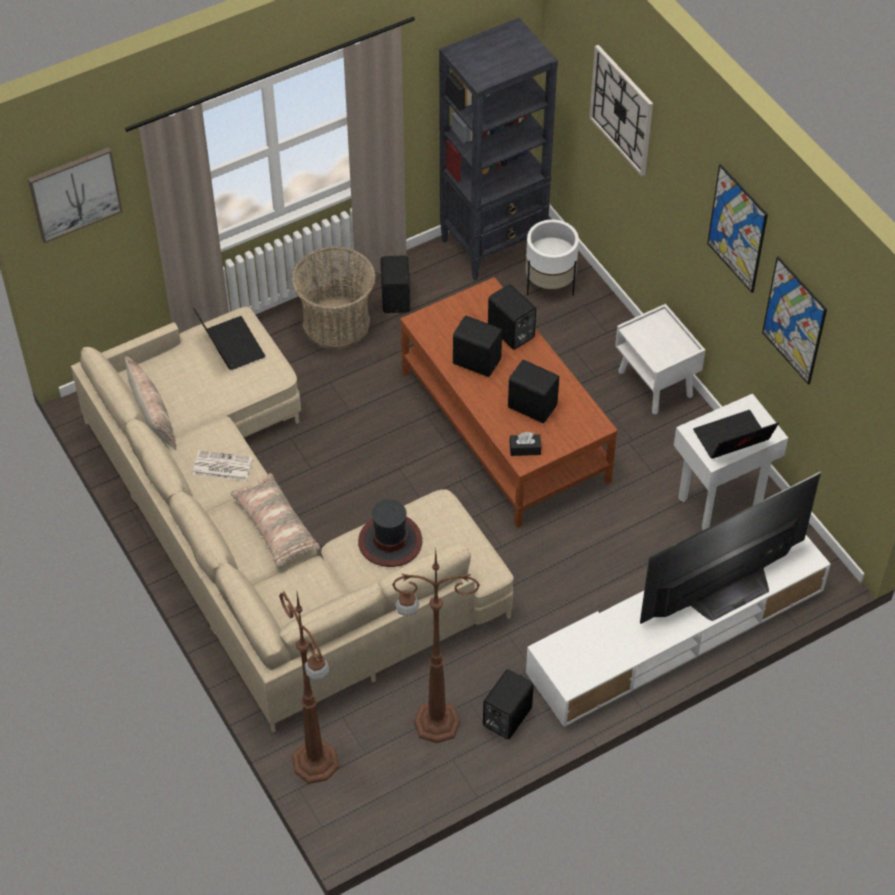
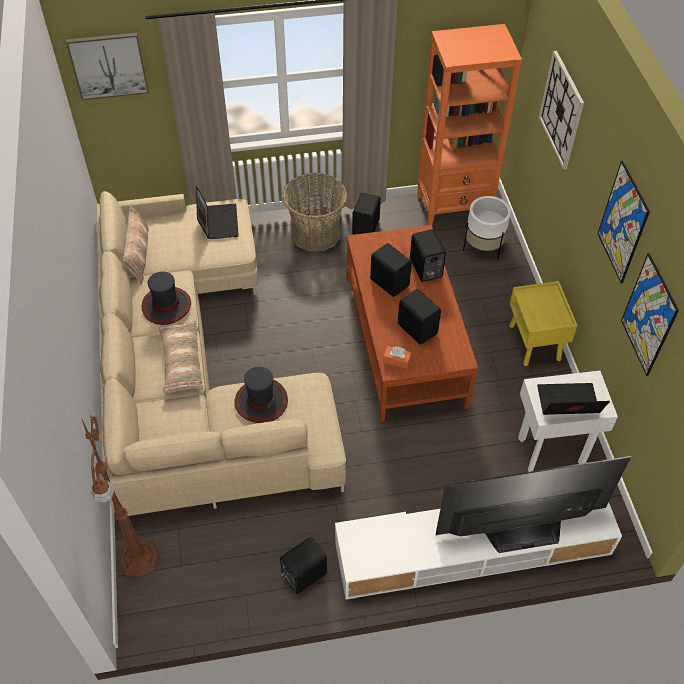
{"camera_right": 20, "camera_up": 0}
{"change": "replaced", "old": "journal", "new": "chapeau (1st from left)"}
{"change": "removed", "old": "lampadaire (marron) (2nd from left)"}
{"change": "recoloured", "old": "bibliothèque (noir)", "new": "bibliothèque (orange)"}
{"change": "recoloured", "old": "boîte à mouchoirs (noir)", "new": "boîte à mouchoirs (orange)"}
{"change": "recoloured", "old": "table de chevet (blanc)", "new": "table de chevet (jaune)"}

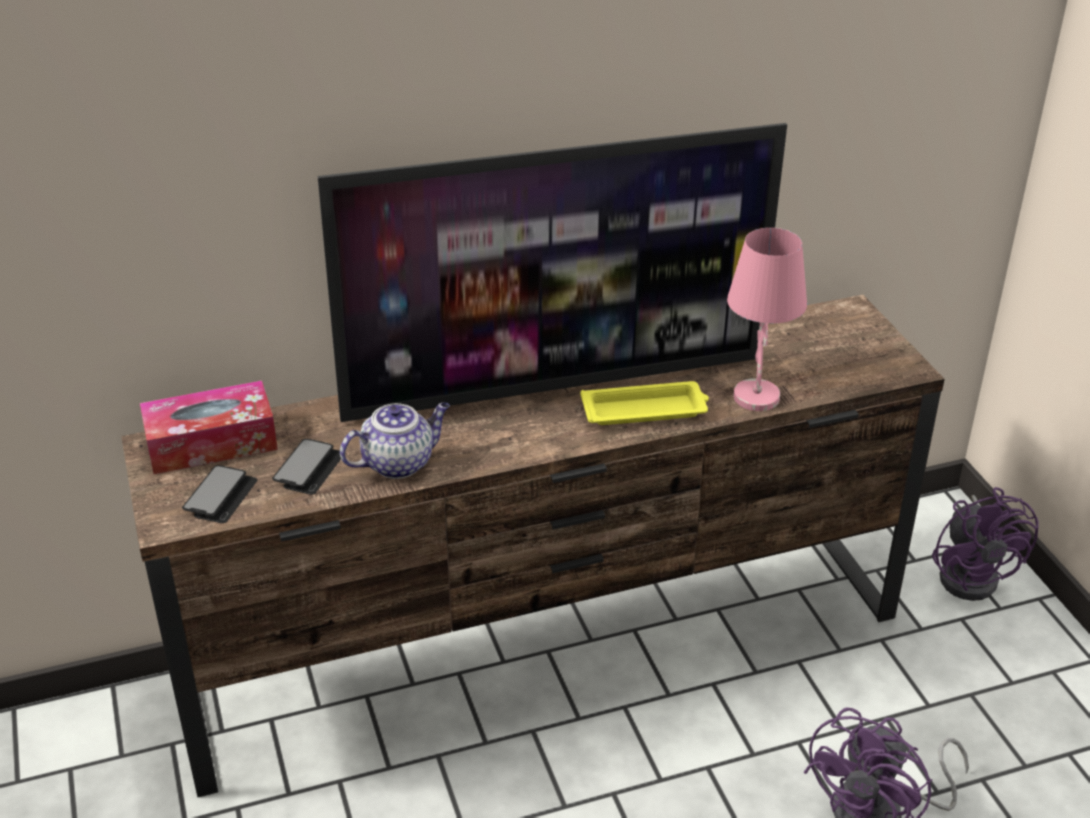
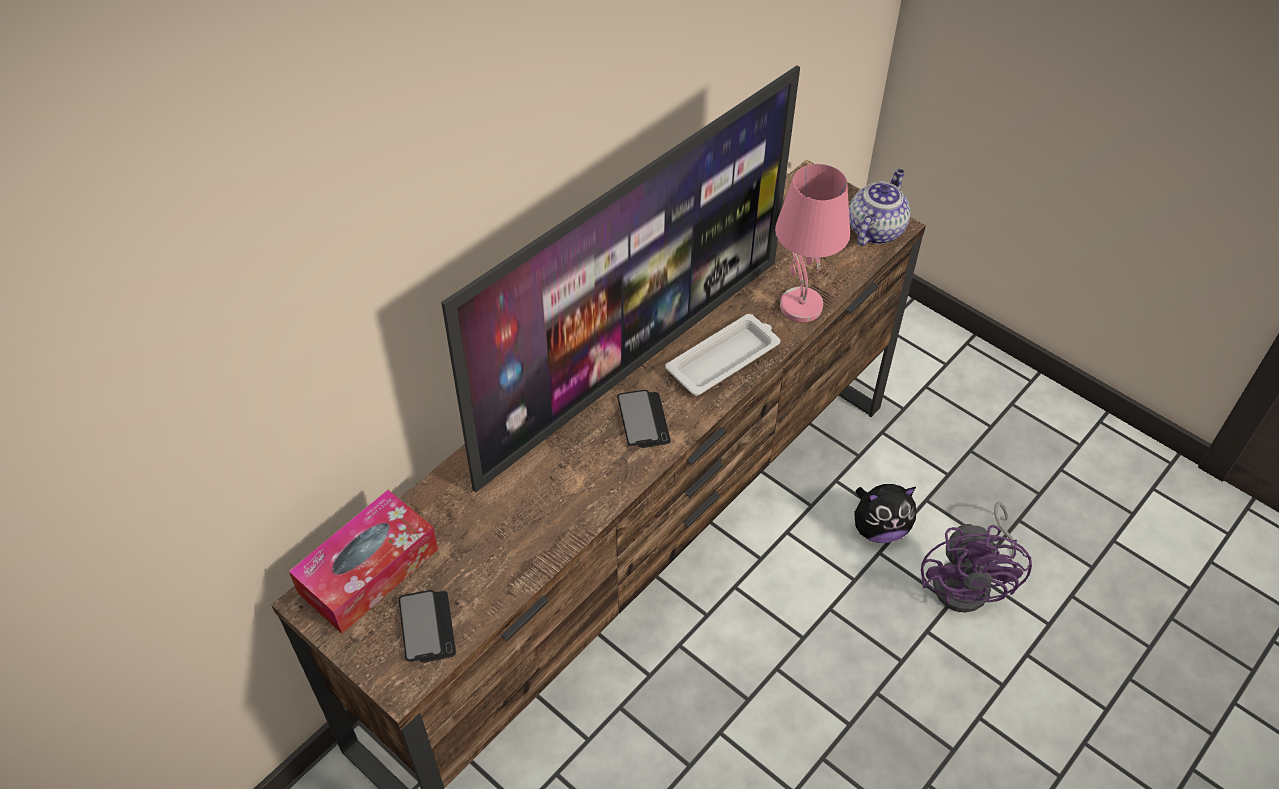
{"camera_right": -30, "camera_up": 15}
{"change": "moved", "old": "téléphone (2nd from left)"}
{"change": "moved", "old": "théière"}
{"change": "recoloured", "old": "plateau (jaune)", "new": "plateau (blanc)"}
{"change": "removed", "old": "ventilateur (violet) (2nd from left)"}
{"change": "added", "new": "peluche"}

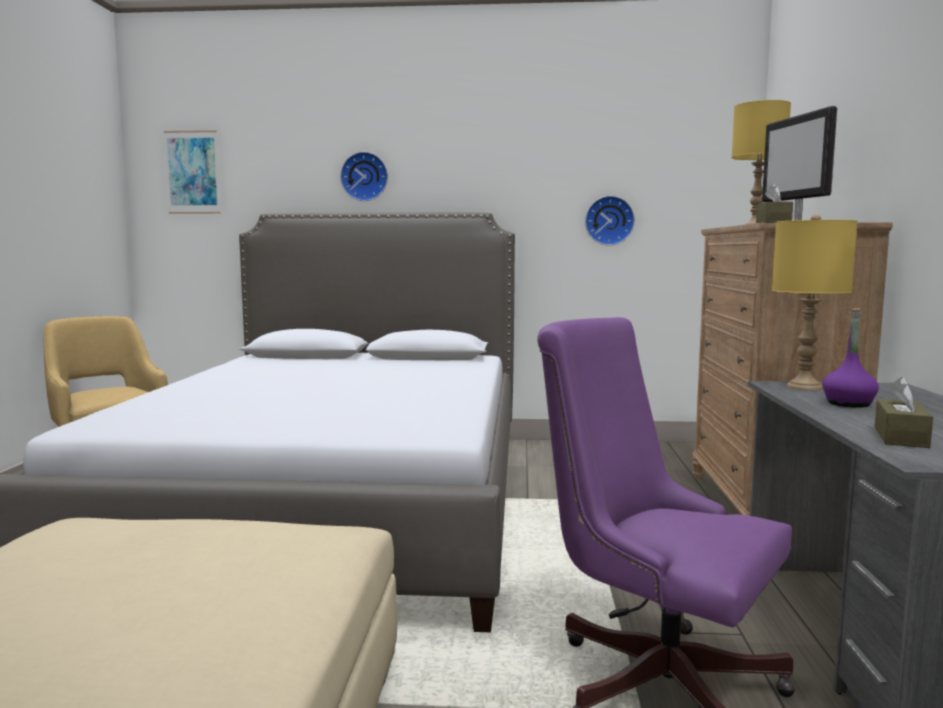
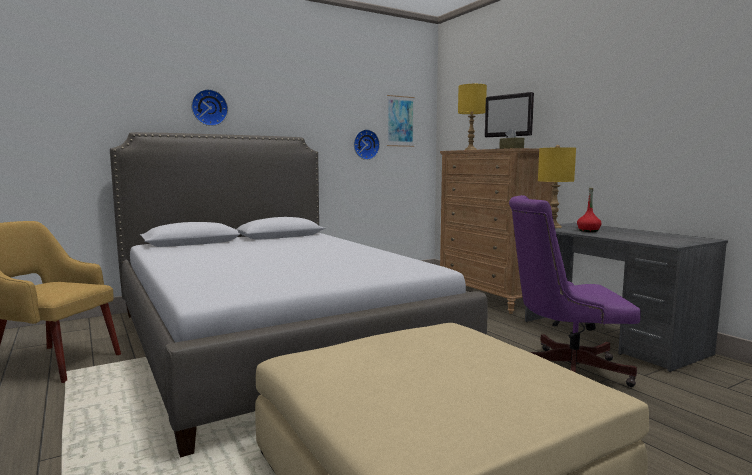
{"camera_right": -35, "camera_up": 0}
{"change": "moved", "old": "tableau"}
{"change": "recoloured", "old": "bouteille (violet)", "new": "bouteille (rouge)"}
{"change": "removed", "old": "boîte à mouchoirs (marron) (2nd from left)"}

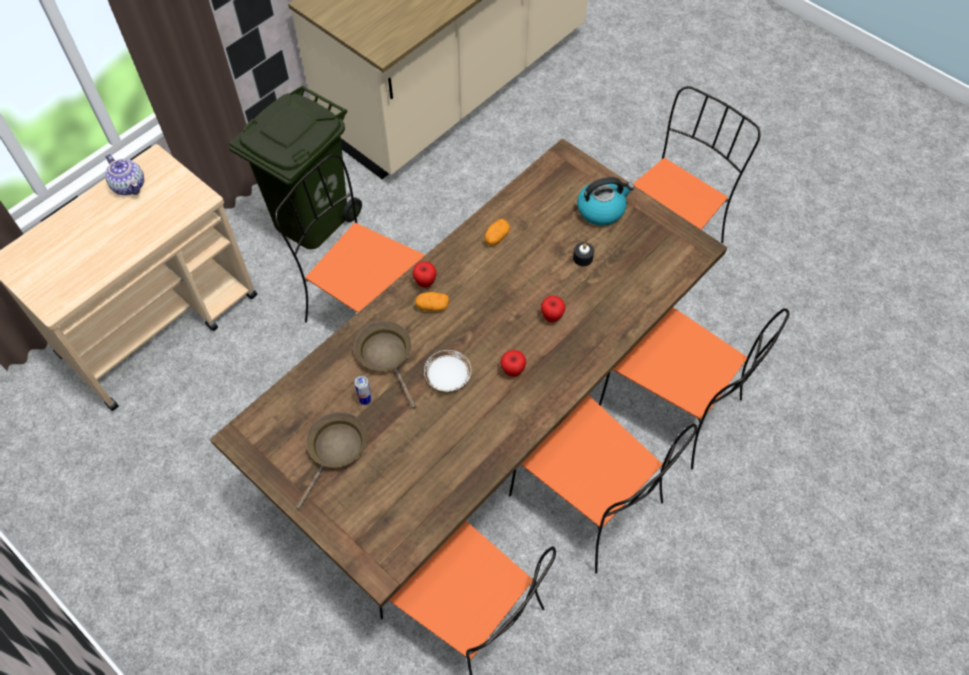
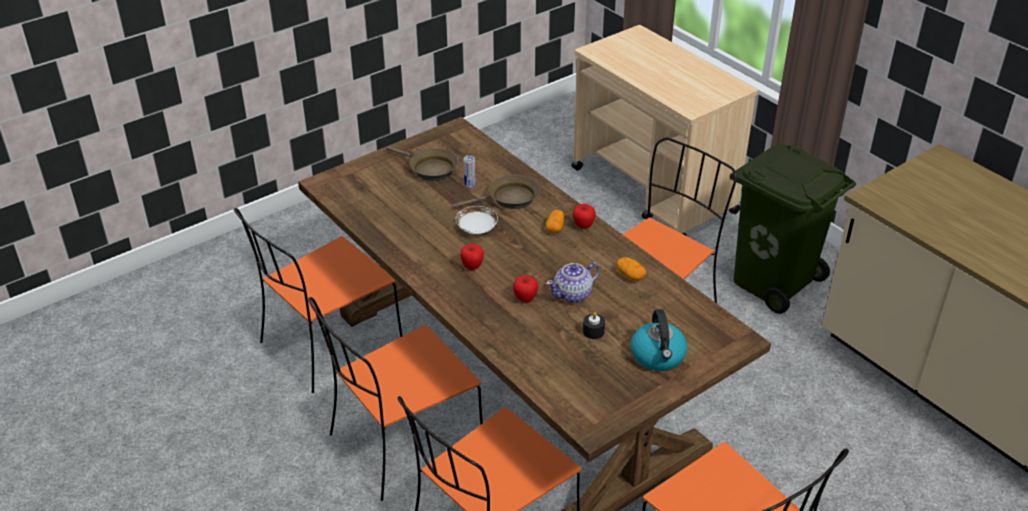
{"camera_right": 100, "camera_up": -20}
{"change": "moved", "old": "théière"}

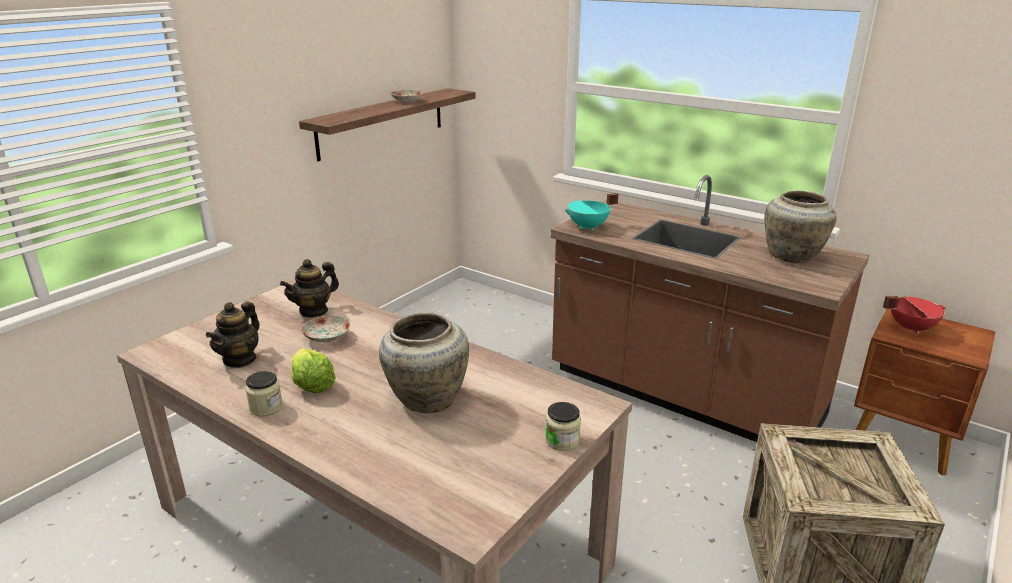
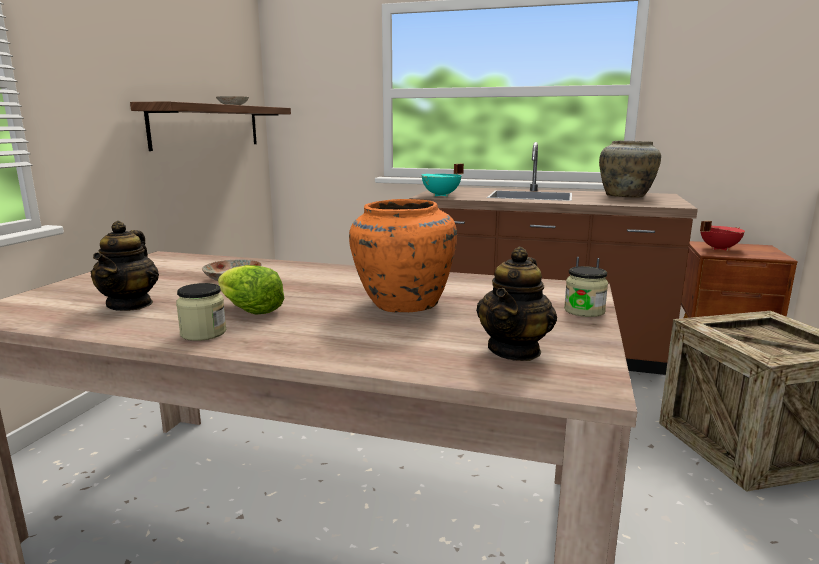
{"camera_right": -20, "camera_up": -10}
{"change": "moved", "old": "théière (2nd from left)"}
{"change": "recoloured", "old": "vase (beige) (1st from left)", "new": "vase (orange)"}

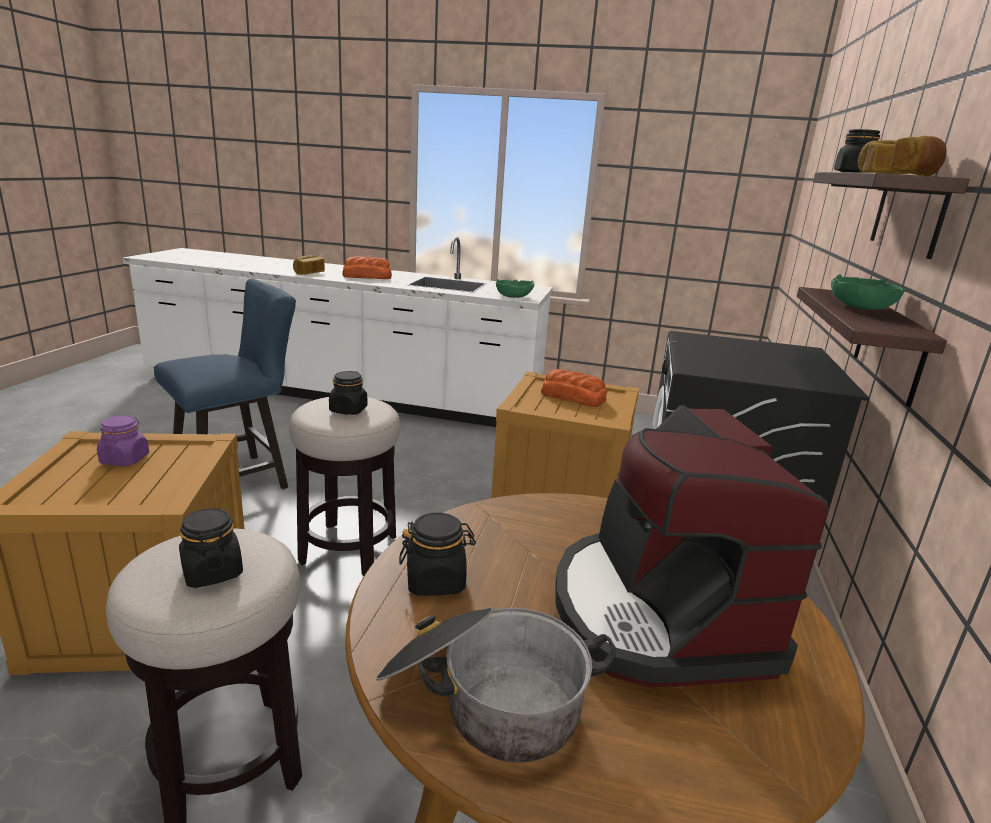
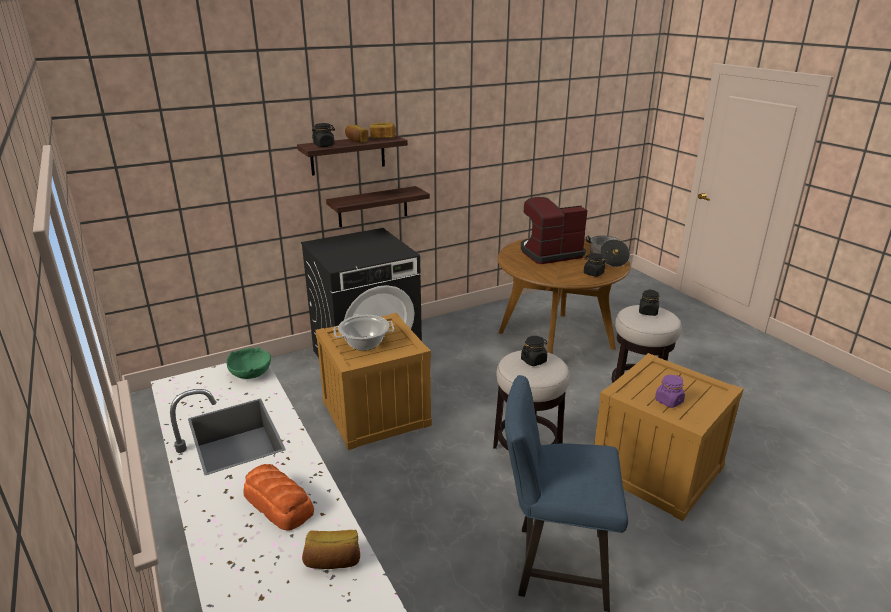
{"camera_right": -130, "camera_up": 5}
{"change": "replaced", "old": "pain (3rd from left)", "new": "marmite (1st from left)"}
{"change": "turned", "old": "machine à café", "degrees": -150}
{"change": "removed", "old": "bol (vert) (2nd from left)"}

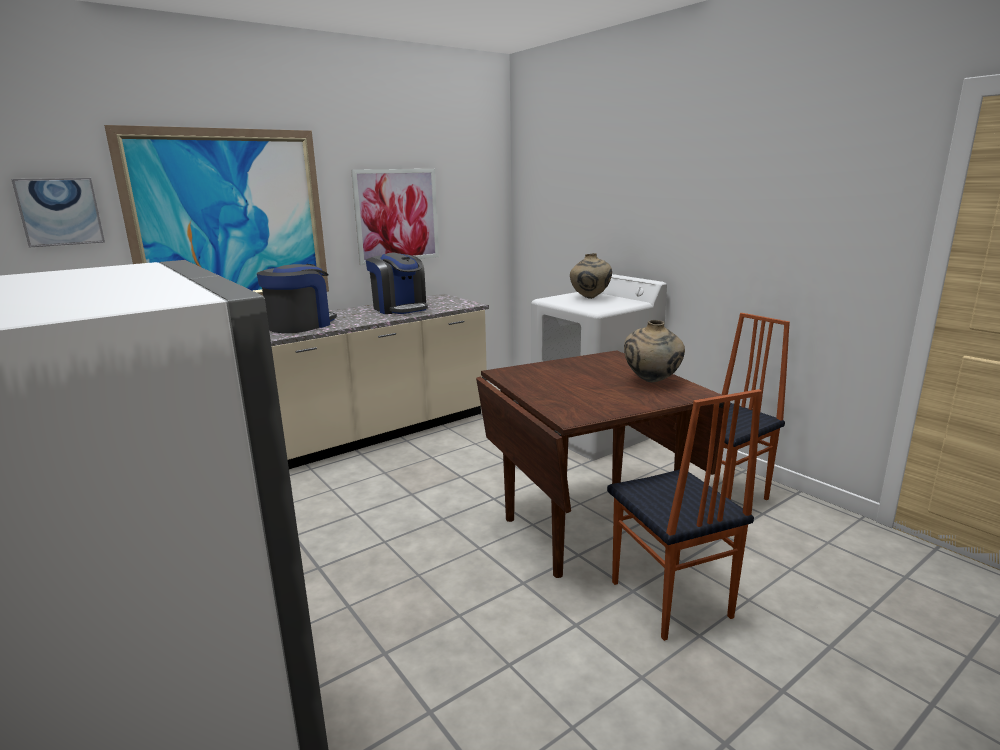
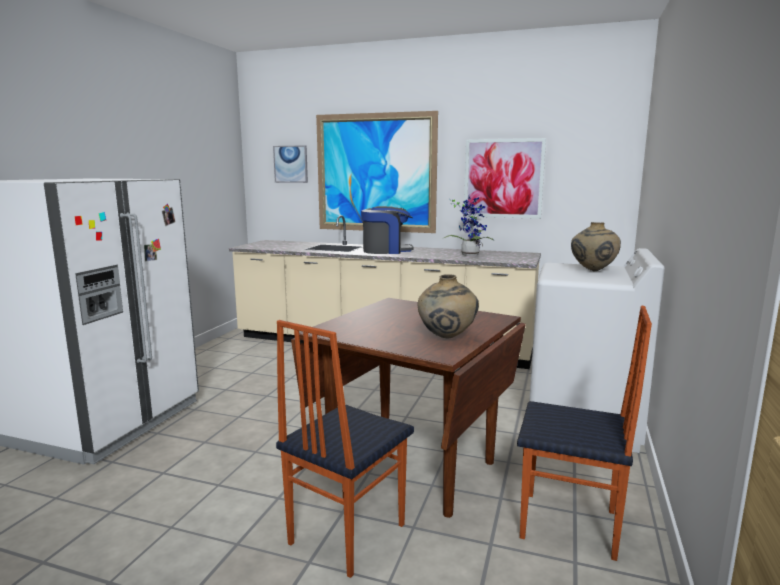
{"camera_right": 55, "camera_up": -5}
{"change": "replaced", "old": "machine à café (2nd from left)", "new": "plante en pot"}

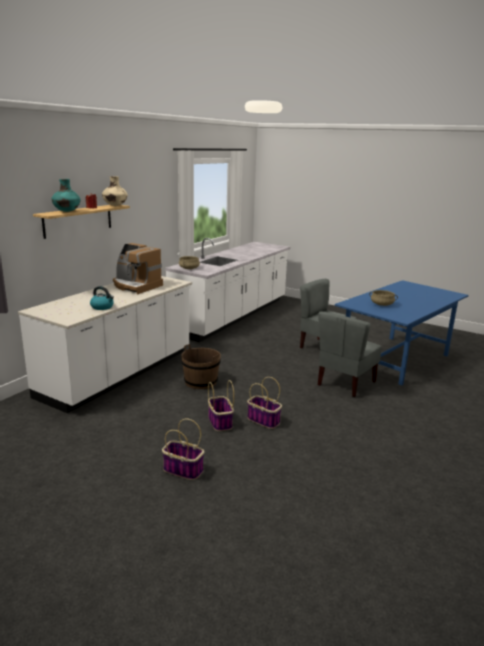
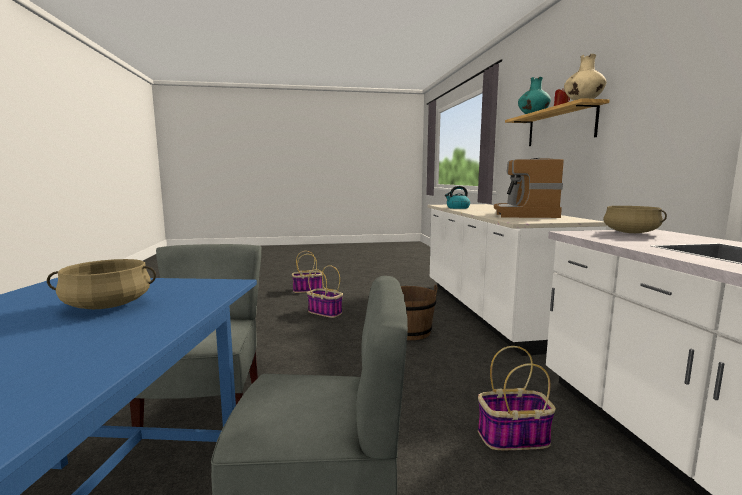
{"camera_right": 140, "camera_up": -10}
{"change": "turned", "old": "machine à café", "degrees": -75}
{"change": "moved", "old": "panier (3rd from left)"}

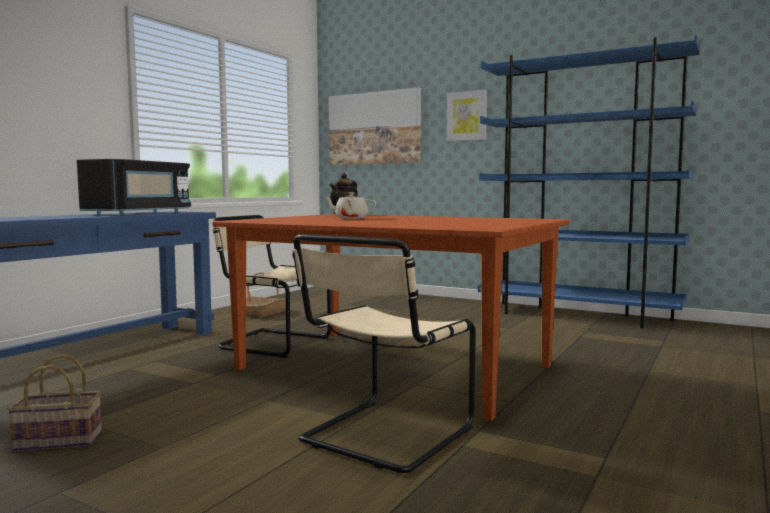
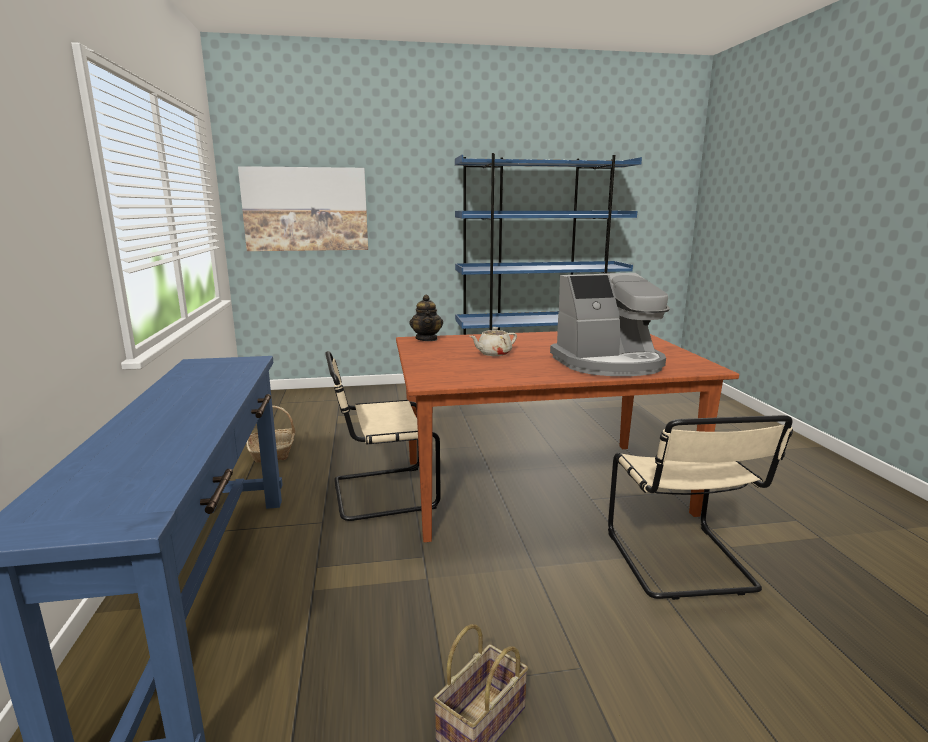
{"camera_right": -40, "camera_up": 10}
{"change": "removed", "old": "micro-ondes (noir)"}
{"change": "removed", "old": "tableau (2nd from left)"}
{"change": "added", "new": "machine à café"}

